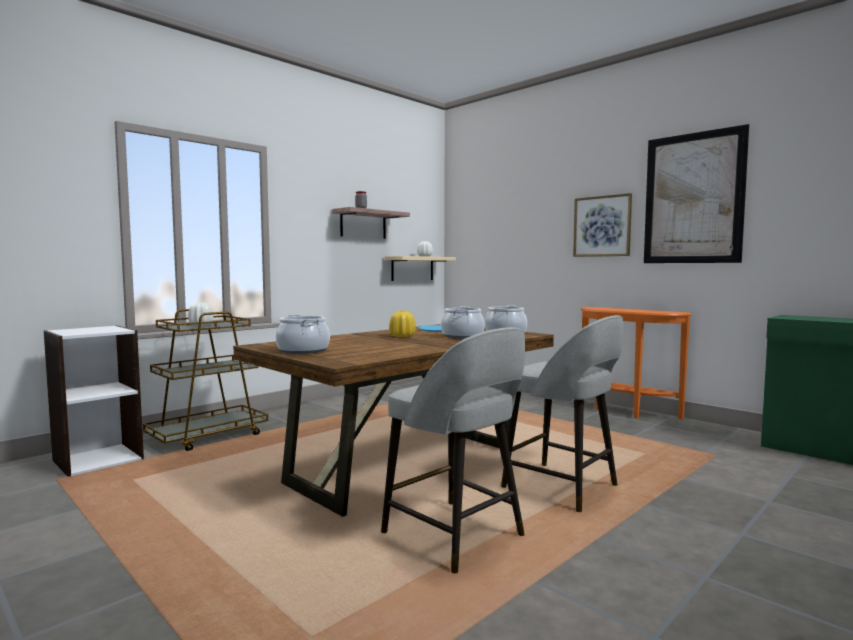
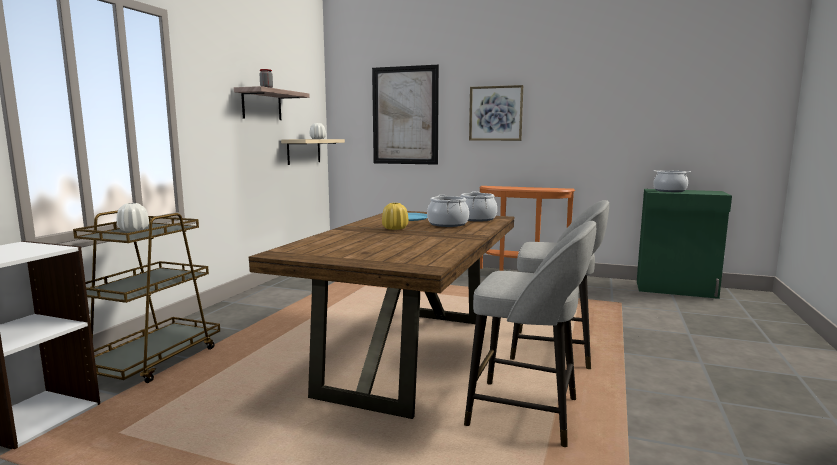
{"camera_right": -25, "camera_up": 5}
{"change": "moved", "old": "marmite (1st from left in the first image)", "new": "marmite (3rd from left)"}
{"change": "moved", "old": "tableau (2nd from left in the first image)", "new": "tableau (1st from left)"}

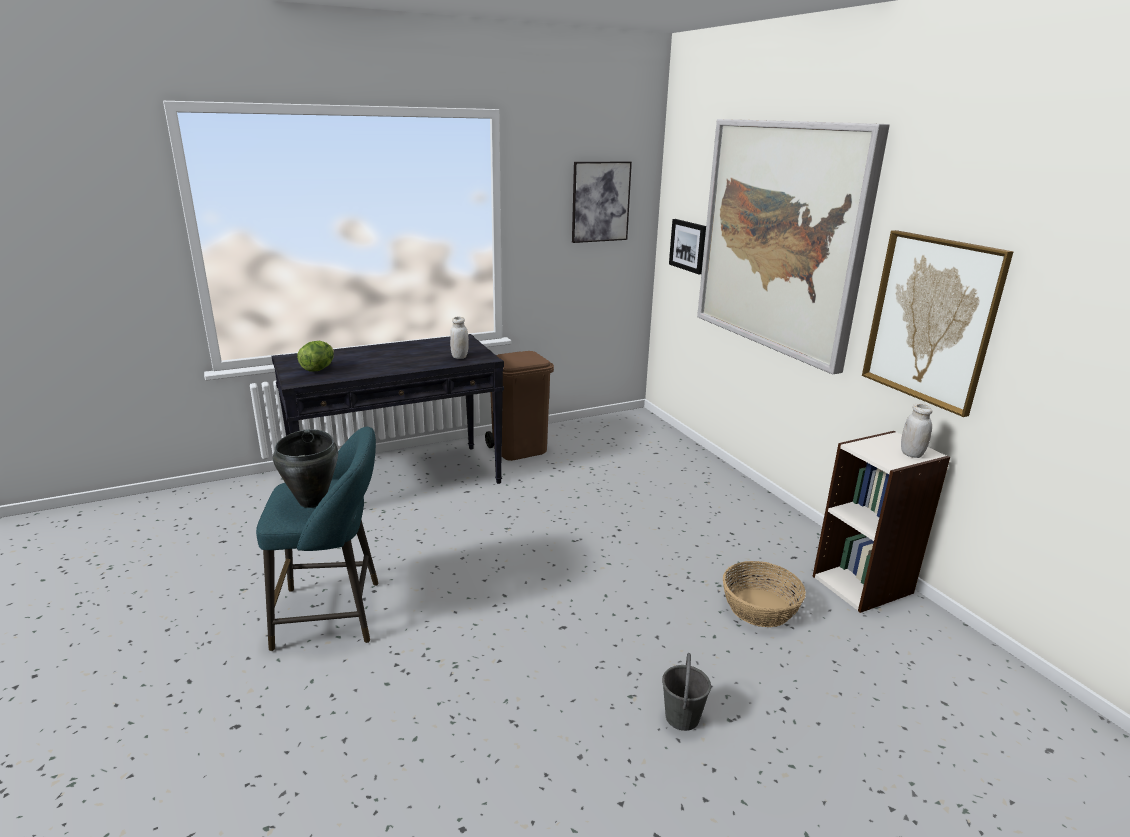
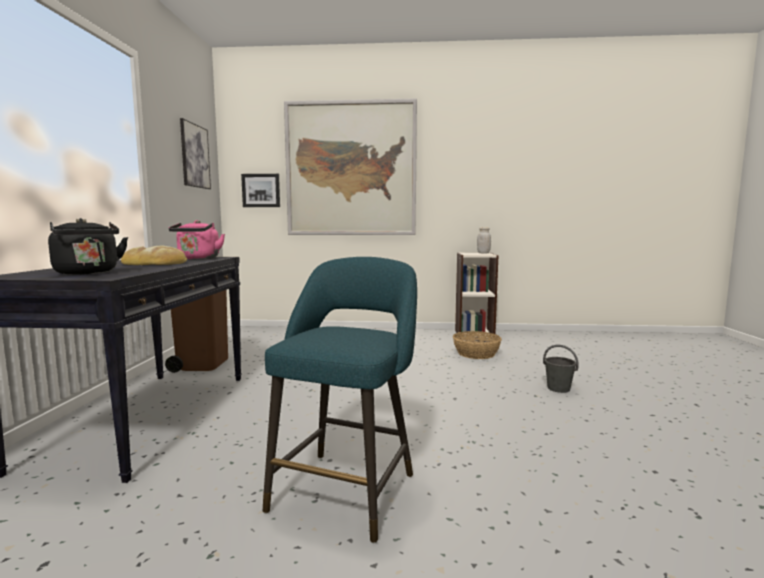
{"camera_right": -60, "camera_up": -15}
{"change": "removed", "old": "marmite (noir)"}
{"change": "replaced", "old": "laitue", "new": "bouilloire (noir)"}
{"change": "replaced", "old": "bocal (blanc) (1st from left)", "new": "bouilloire (rose)"}
{"change": "removed", "old": "tableau (4th from left)"}
{"change": "added", "new": "pain"}

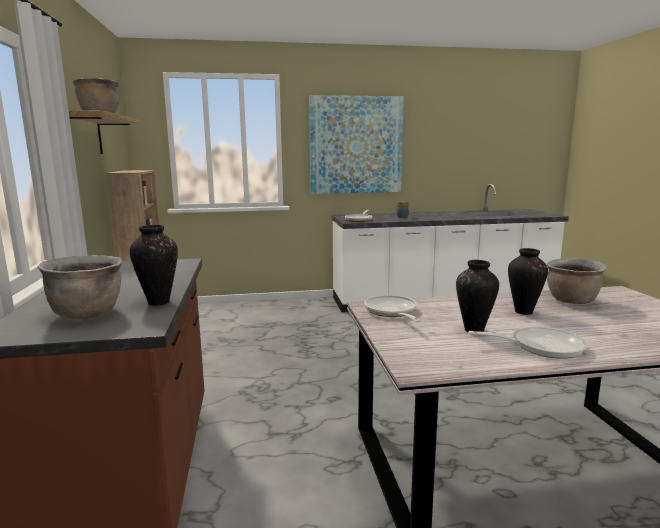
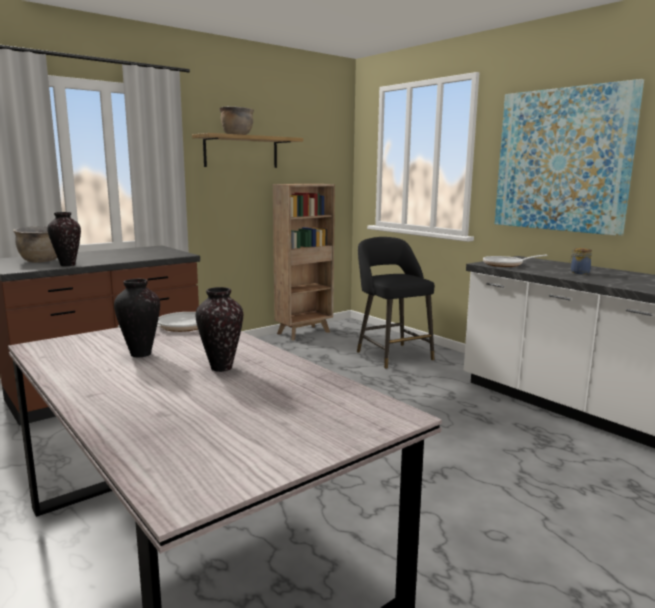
{"camera_right": 60, "camera_up": 0}
{"change": "removed", "old": "poêle (3rd from left)"}
{"change": "removed", "old": "marmite (marron) (3rd from left)"}
{"change": "added", "new": "tabouret (noir)"}

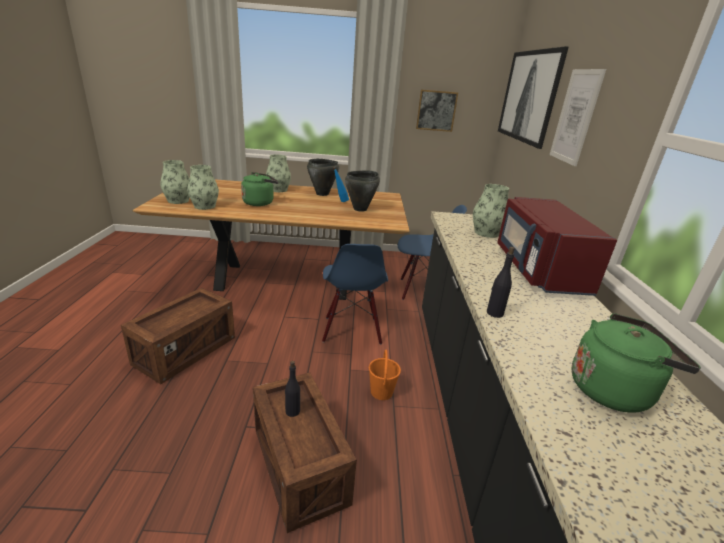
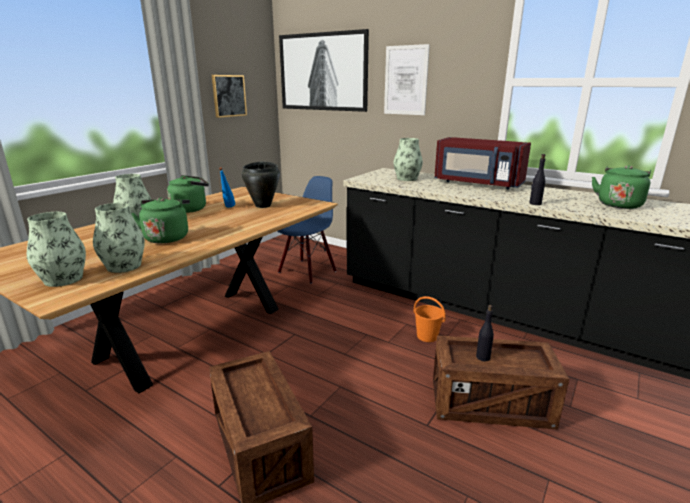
{"camera_right": -55, "camera_up": -5}
{"change": "replaced", "old": "marmite (noir) (1st from left)", "new": "bouilloire (vert) (2nd from left)"}
{"change": "removed", "old": "chaise (bleu) (1st from left)"}

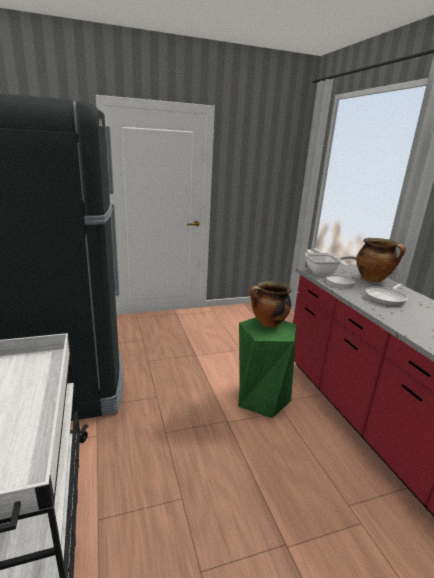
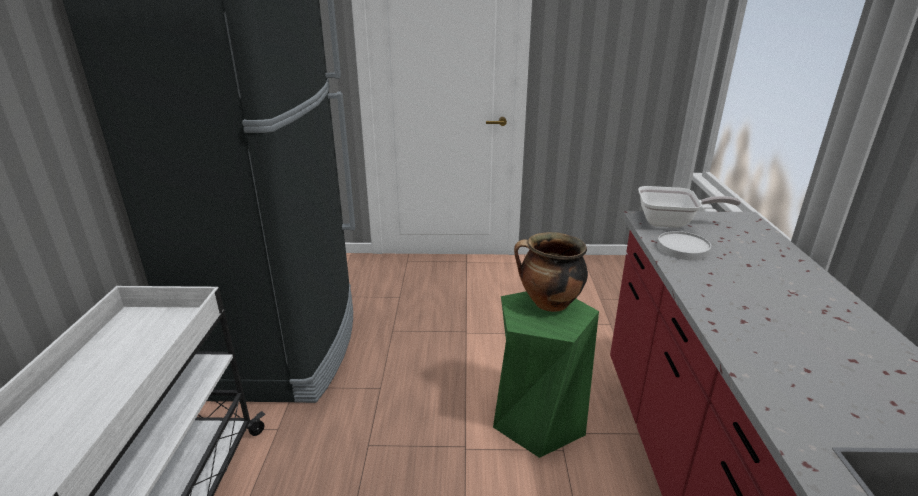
{"camera_right": 20, "camera_up": 5}
{"change": "removed", "old": "marmite (2nd from left)"}
{"change": "removed", "old": "poêle (2nd from left)"}

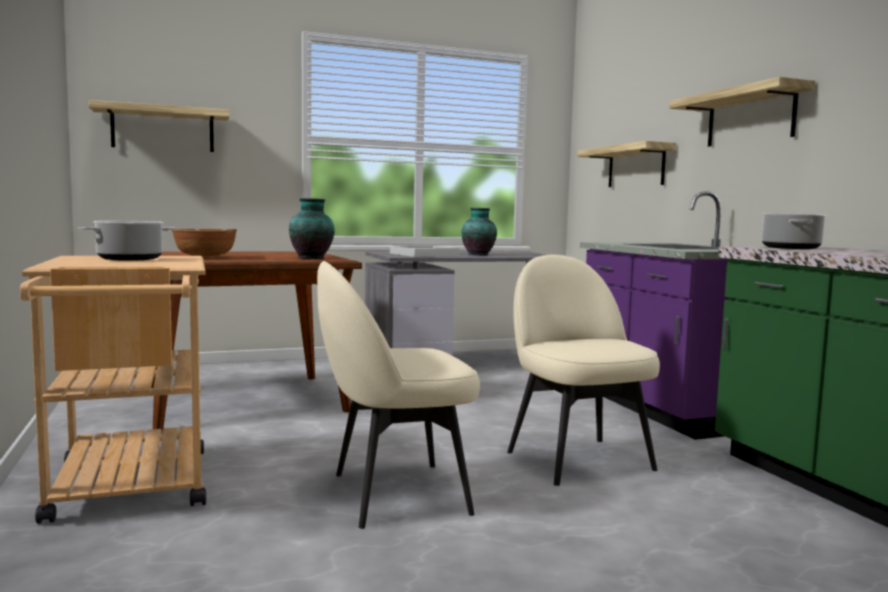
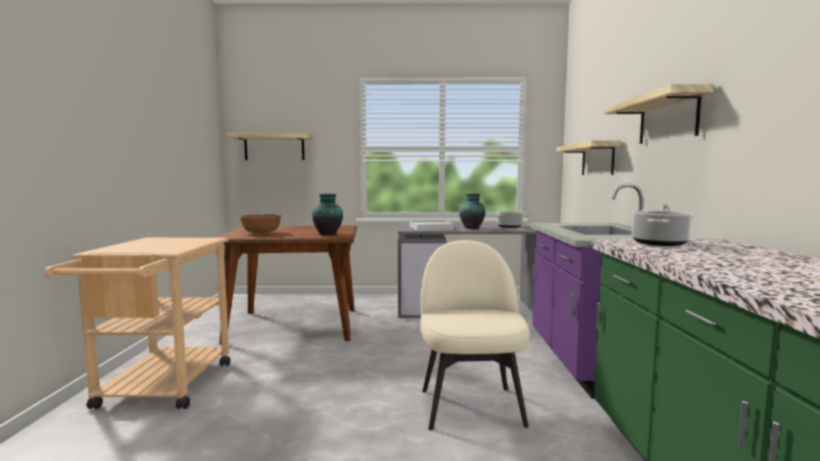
{"camera_right": 20, "camera_up": 0}
{"change": "moved", "old": "marmite (1st from left)"}
{"change": "removed", "old": "chaise (beige) (1st from left)"}

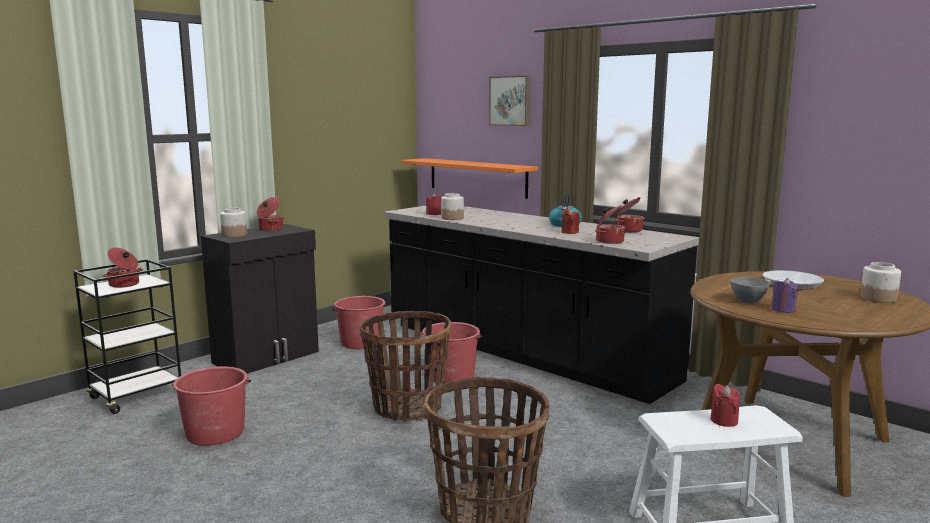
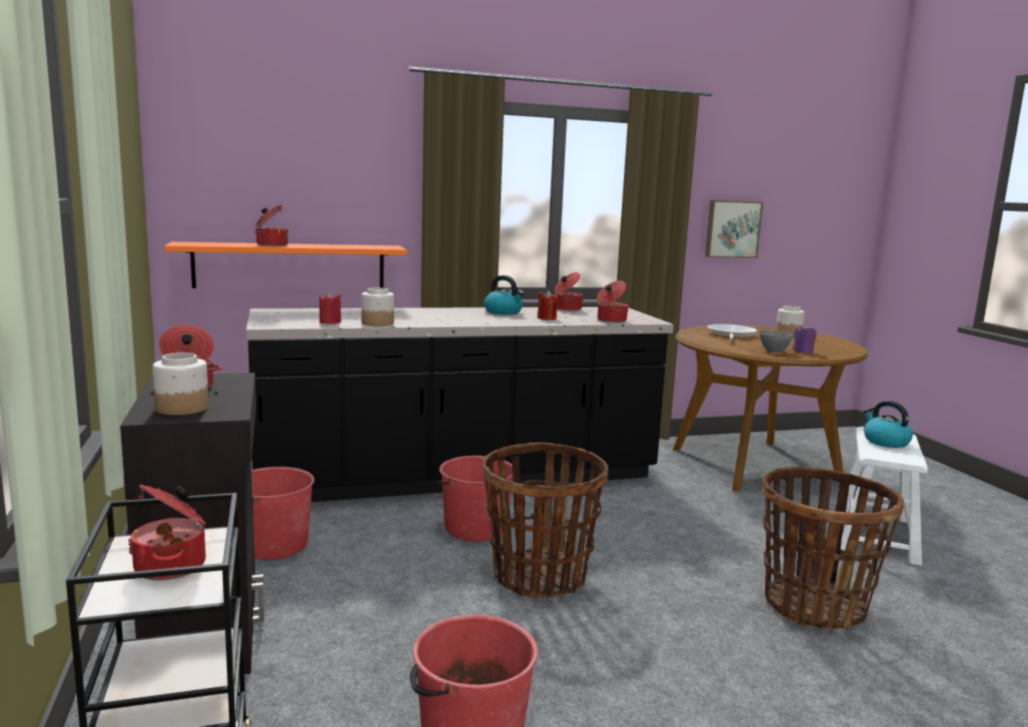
{"camera_right": -60, "camera_up": 0}
{"change": "moved", "old": "tableau"}
{"change": "replaced", "old": "bougie (rouge) (3rd from left)", "new": "bouilloire (2nd from left)"}
{"change": "added", "new": "marmite (3rd from left)"}

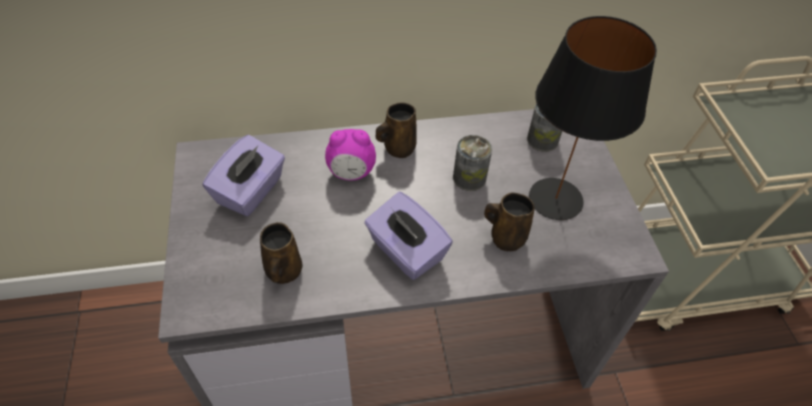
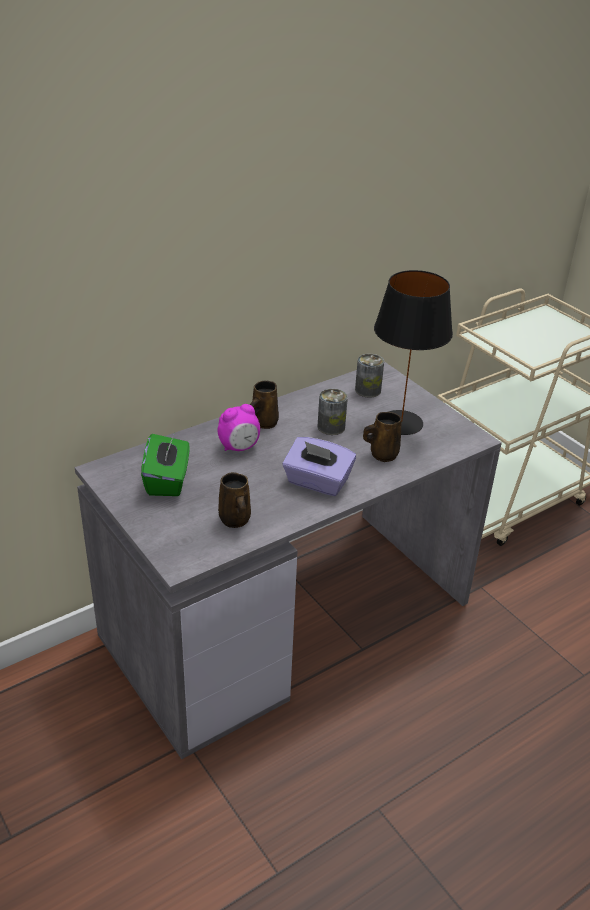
{"camera_right": -25, "camera_up": -15}
{"change": "recoloured", "old": "boîte à mouchoirs (violet) (1st from left)", "new": "boîte à mouchoirs (vert)"}

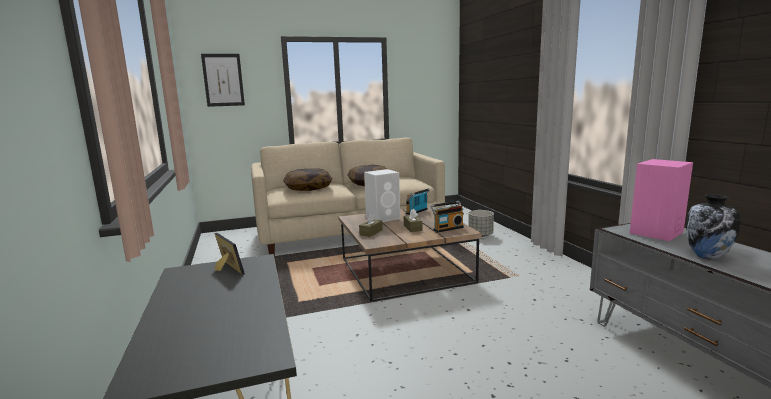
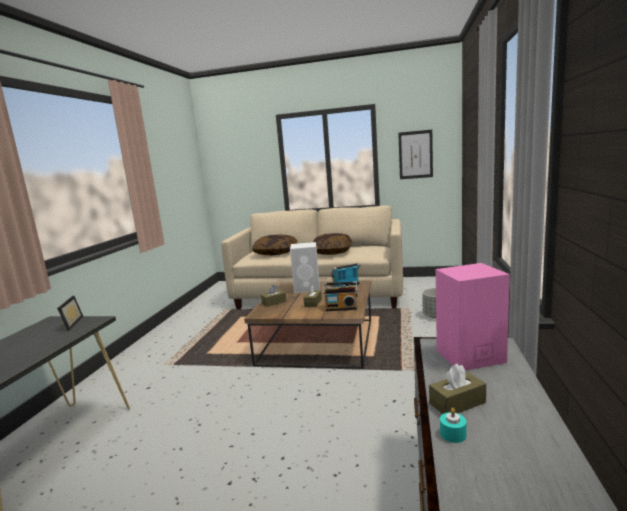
{"camera_right": 30, "camera_up": 0}
{"change": "moved", "old": "tableau"}
{"change": "replaced", "old": "vase", "new": "boîte à mouchoirs (marron) (3rd from left)"}
{"change": "added", "new": "bougie (turquoise)"}

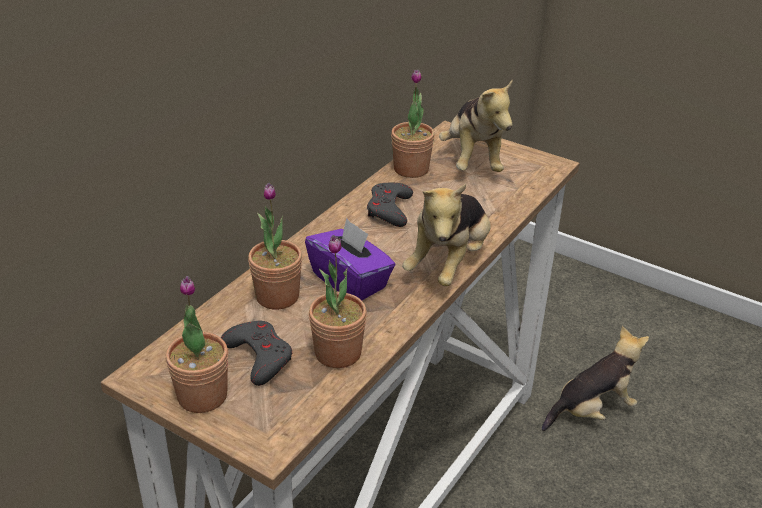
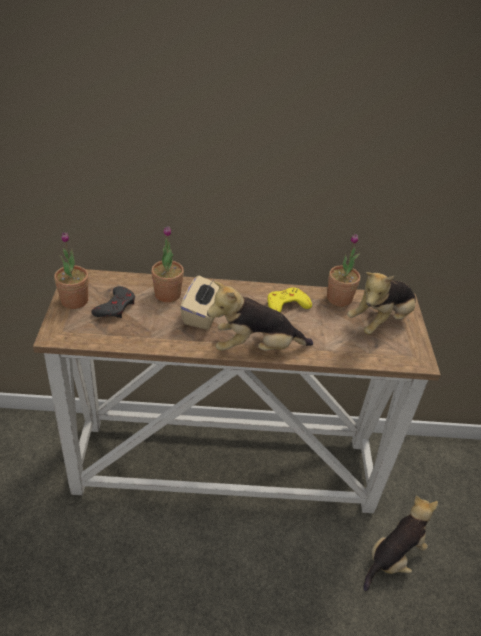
{"camera_right": 55, "camera_up": 5}
{"change": "recoloured", "old": "boîte à mouchoirs (violet)", "new": "boîte à mouchoirs (beige)"}
{"change": "removed", "old": "plante en pot (3rd from left)"}
{"change": "recoloured", "old": "manette (gris) (2nd from left)", "new": "manette (jaune)"}
{"change": "turned", "old": "peluche (3rd from left)", "degrees": -75}

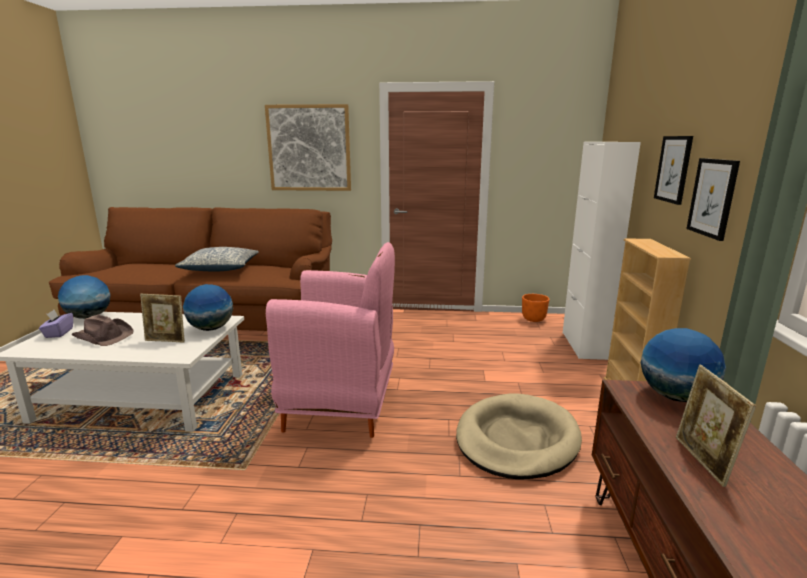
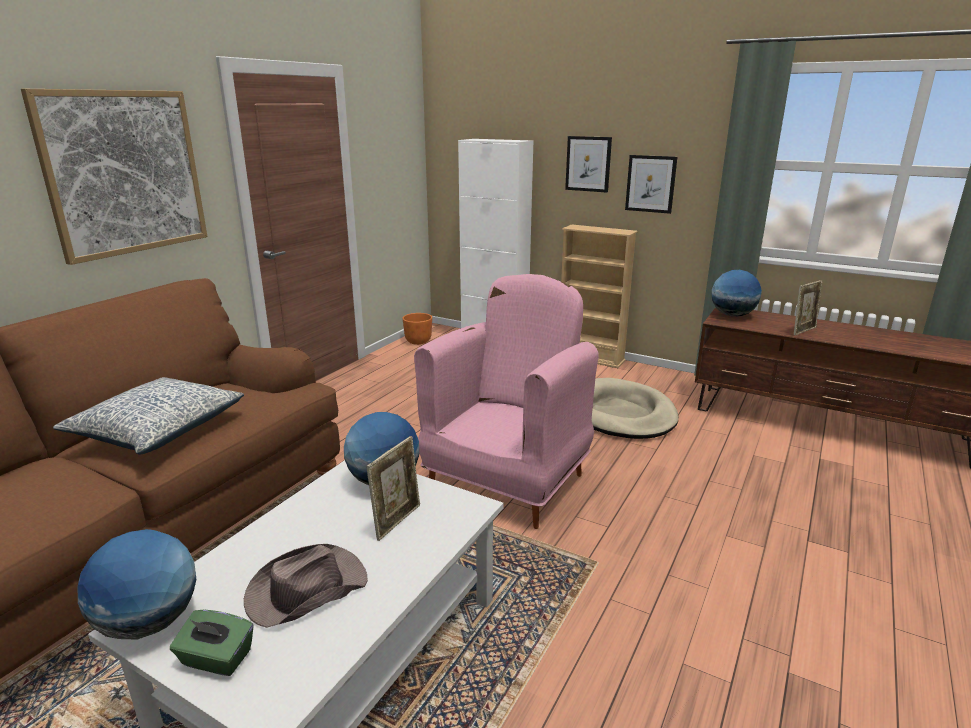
{"camera_right": -65, "camera_up": 5}
{"change": "recoloured", "old": "boîte à mouchoirs (violet)", "new": "boîte à mouchoirs (vert)"}
{"change": "turned", "old": "cadre photo (2nd from left)", "degrees": -60}

